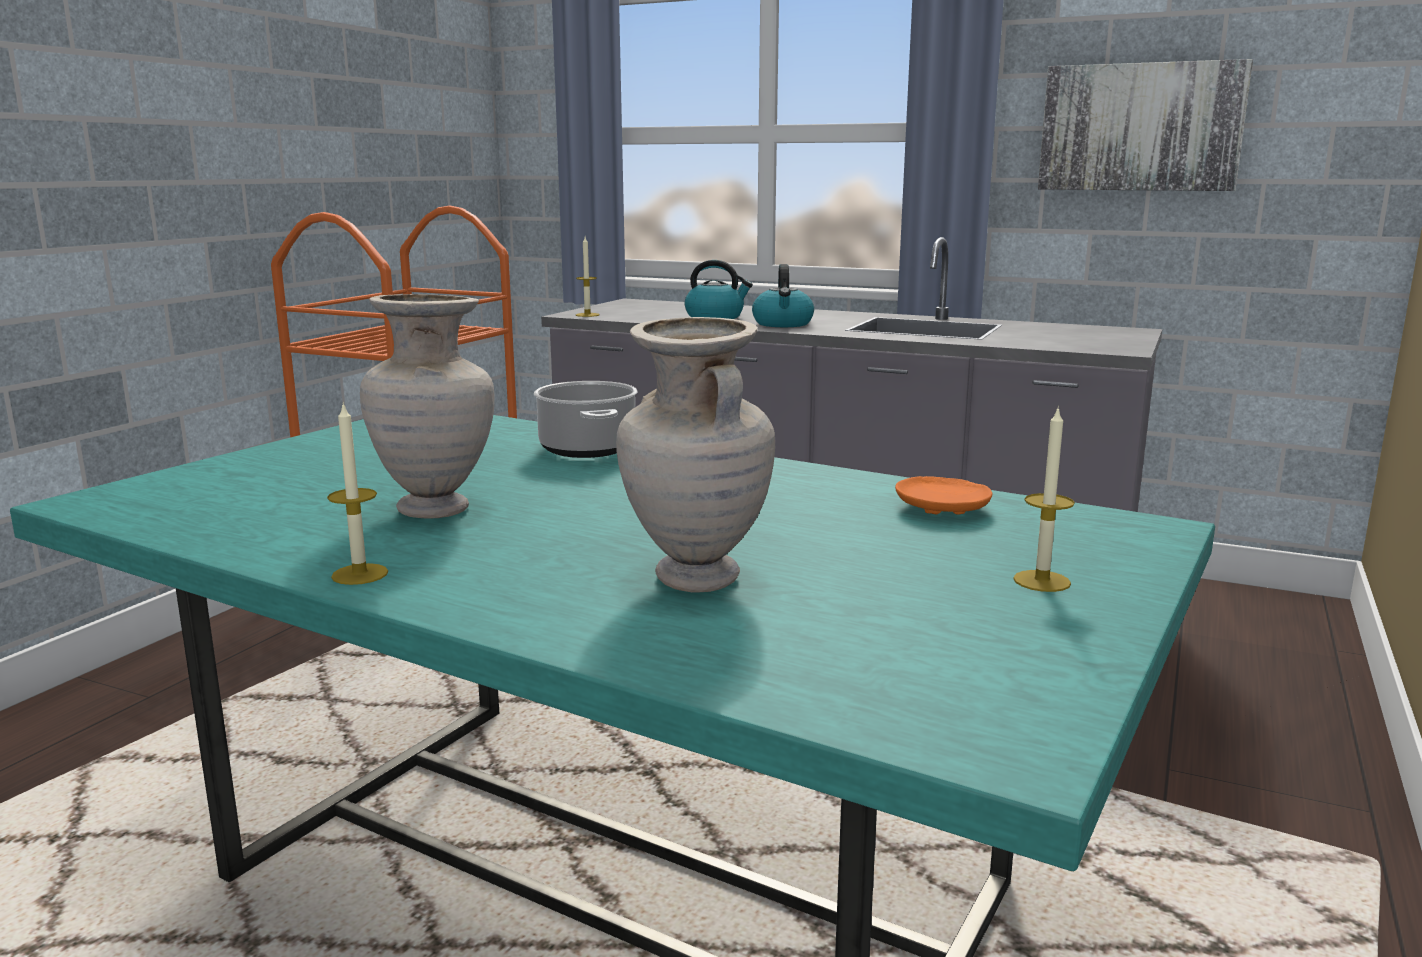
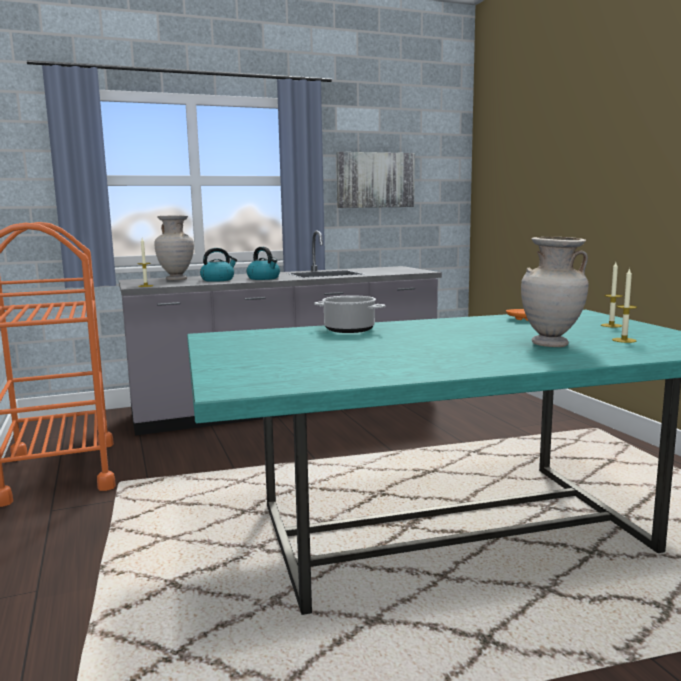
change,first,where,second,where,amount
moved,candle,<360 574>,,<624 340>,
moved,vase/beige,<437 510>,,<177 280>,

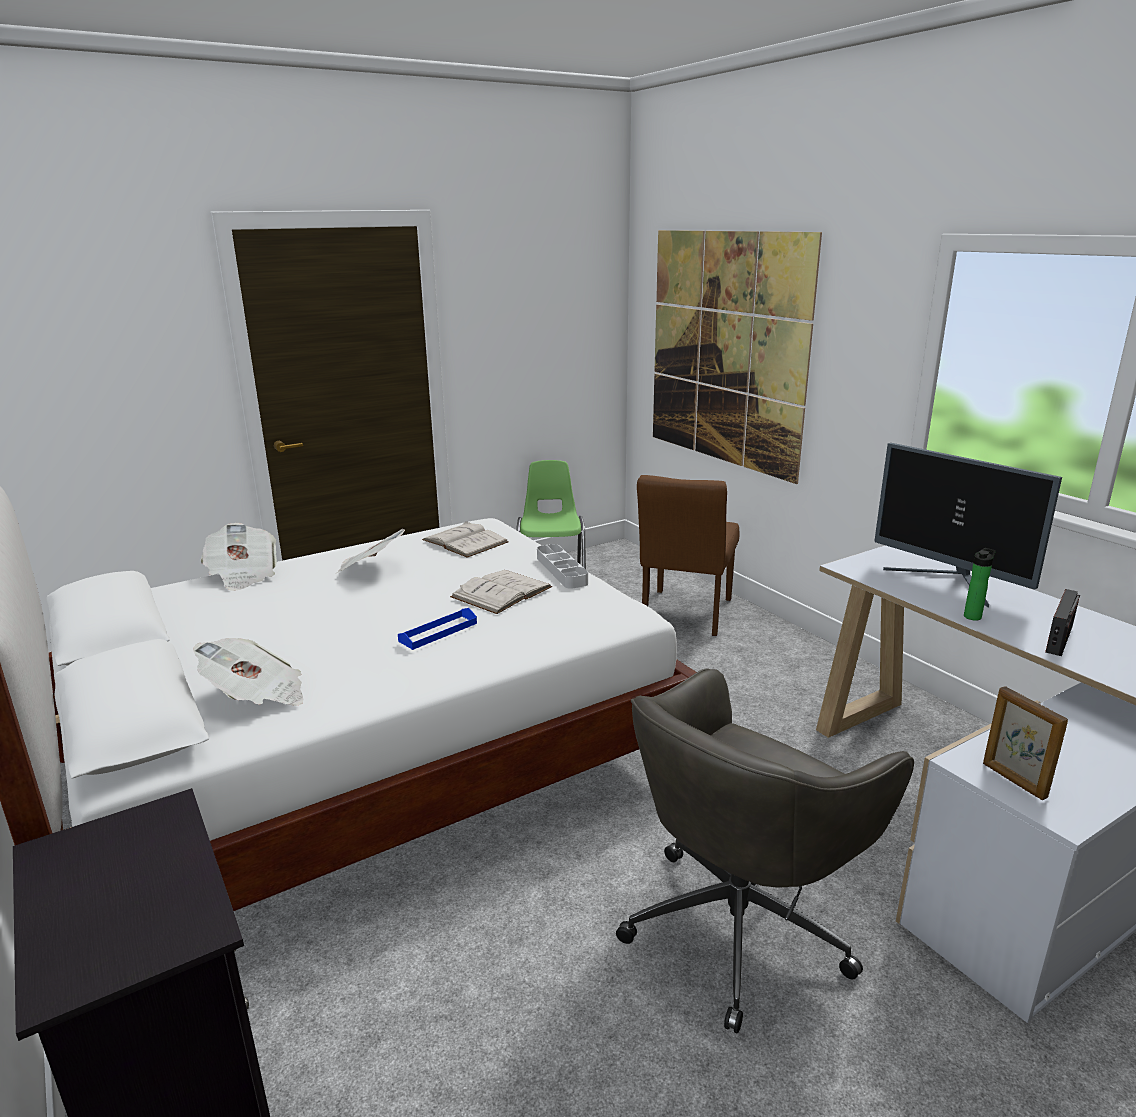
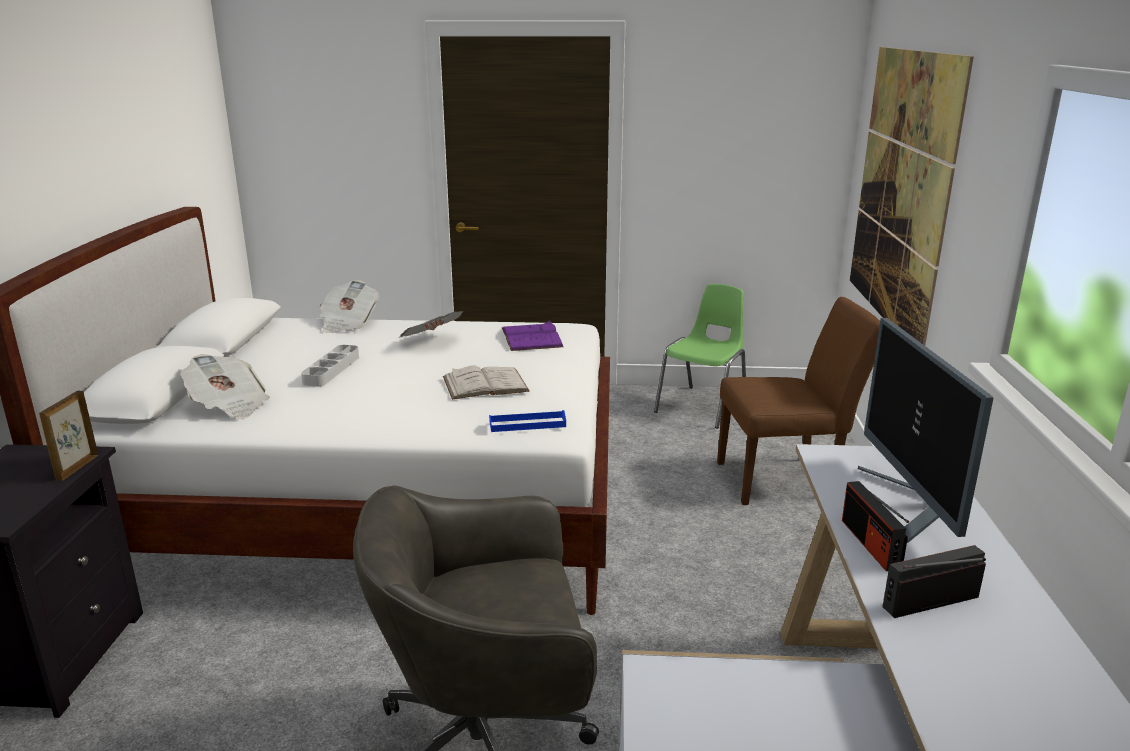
change,first,where,second,where,amount
moved,carrying tray/blue-coloured,<438 632>,,<527 424>,
moved,carrying tray/gray,<561 570>,,<331 370>,
moved,picture frame,<1013 781>,,<76 467>,
replaced,drink bottle,<973 616>,radio set,<870 544>,
recoloured,bound book/whitish,<465 541>,bound book/purple-coloured,<531 337>,
turned,upright chair/brown,<684 616>,,<787 480>,150 degrees counterclockwise

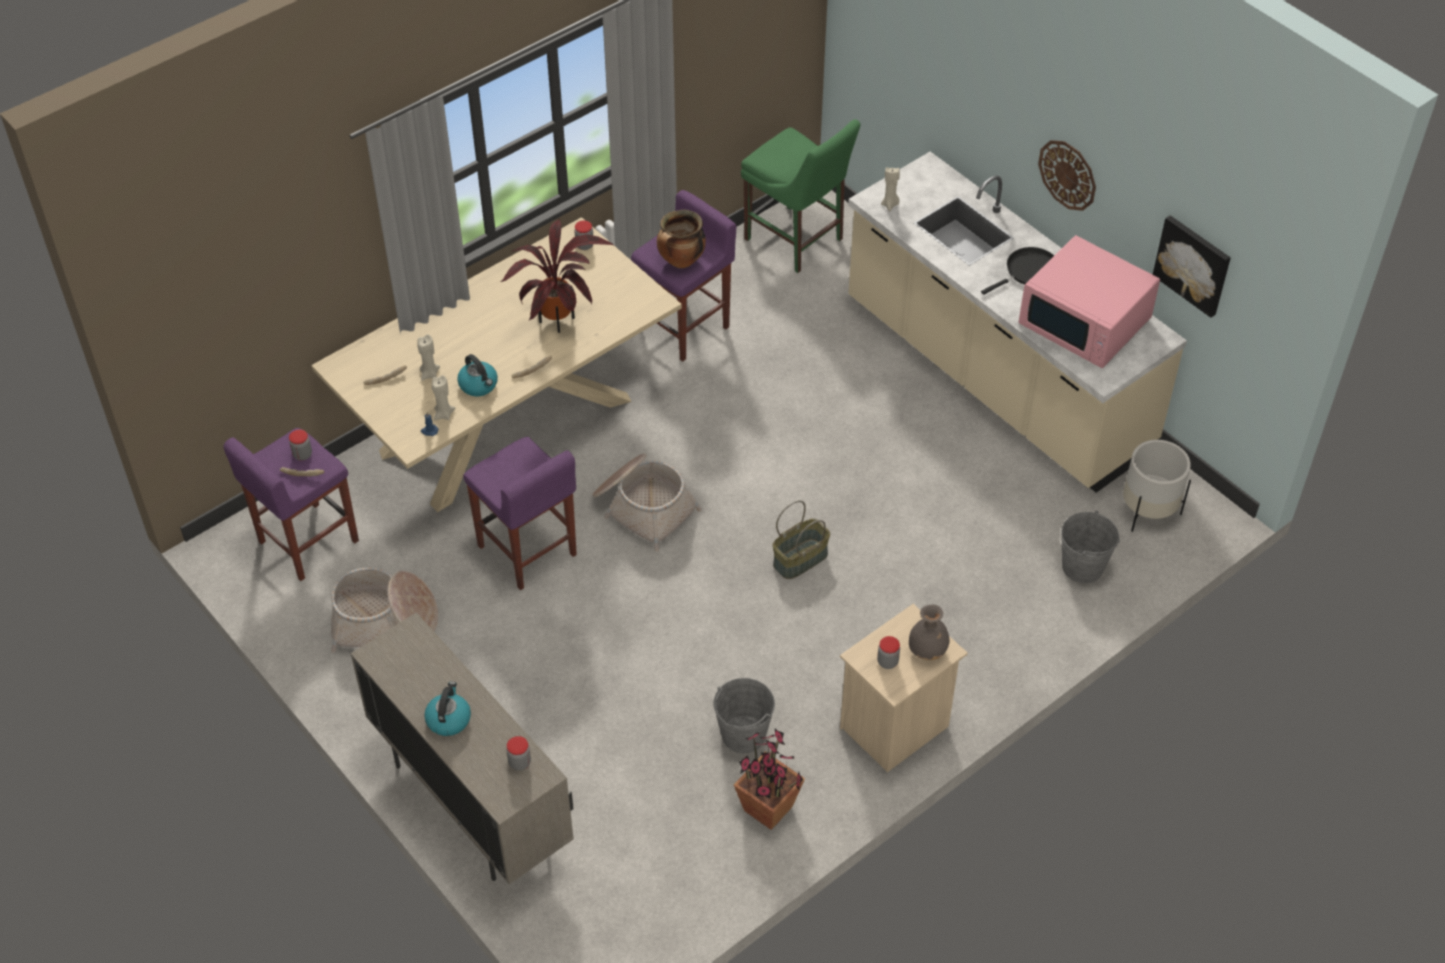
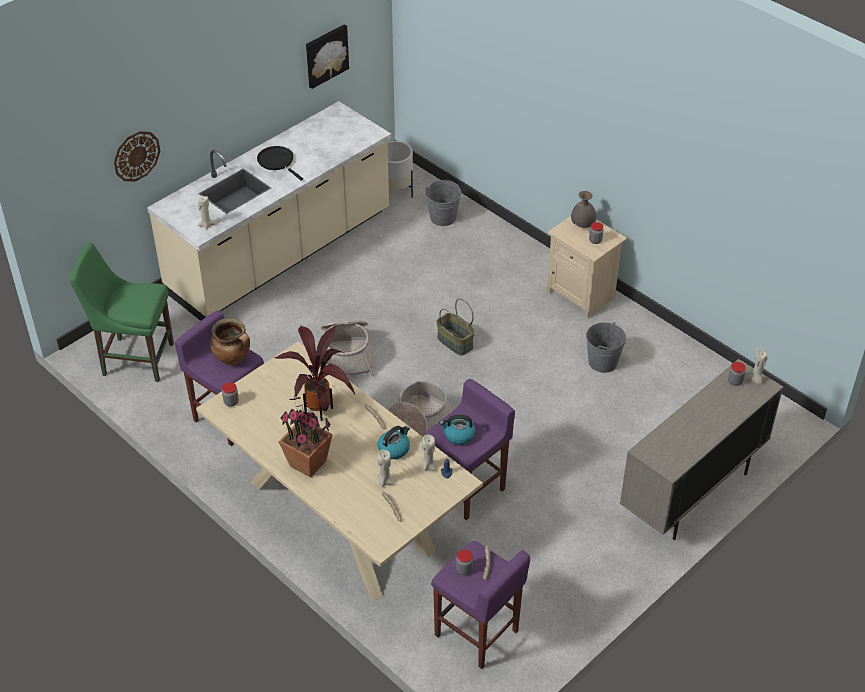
change,first,where,second,where,amount
removed,microwave/pinkish,<1085 322>,,,
added,,,candle/beige,<756 380>,
moved,basket,<384 622>,,<347 354>,
moved,tea kettle,<448 719>,,<458 435>,
moved,potted plant,<768 809>,,<308 463>,
moved,clock on the wall,<1068 174>,,<136 156>,
turned,upright chair/greenish,<797 241>,,<134 358>,120 degrees counterclockwise

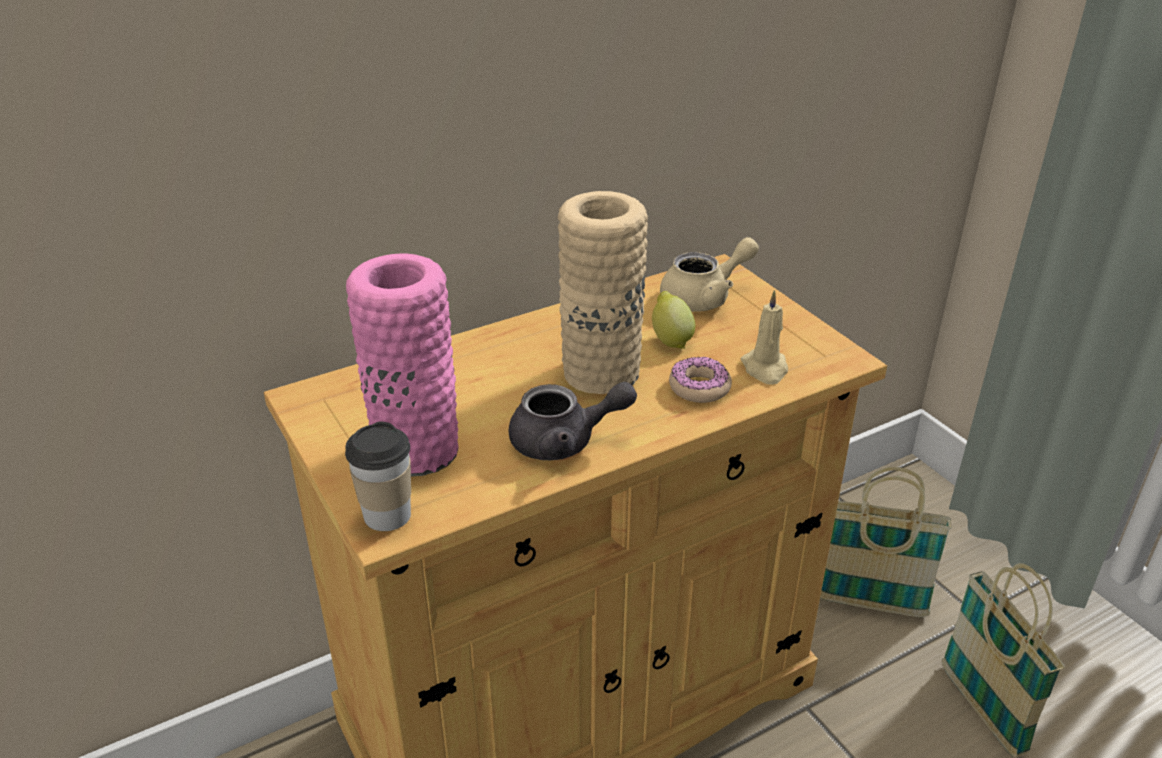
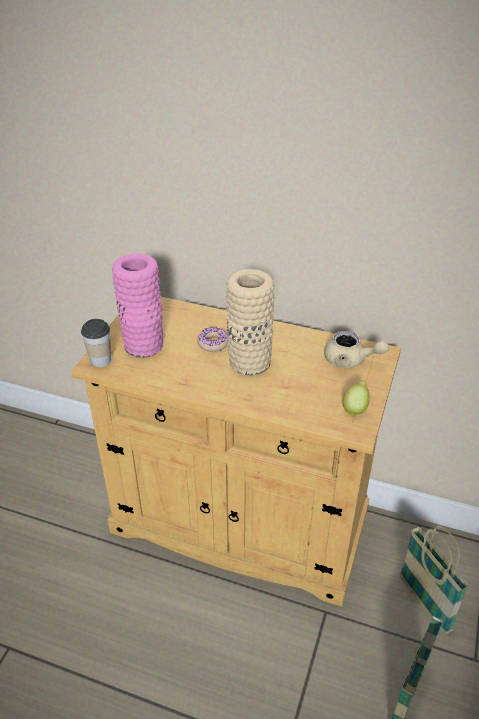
change,first,where,second,where,amount
removed,pot for tea/gray,<565 441>,,,
removed,candle/beige,<765 369>,,,
moved,lemon,<670 340>,,<355 409>,
moved,donut,<699 387>,,<213 343>,

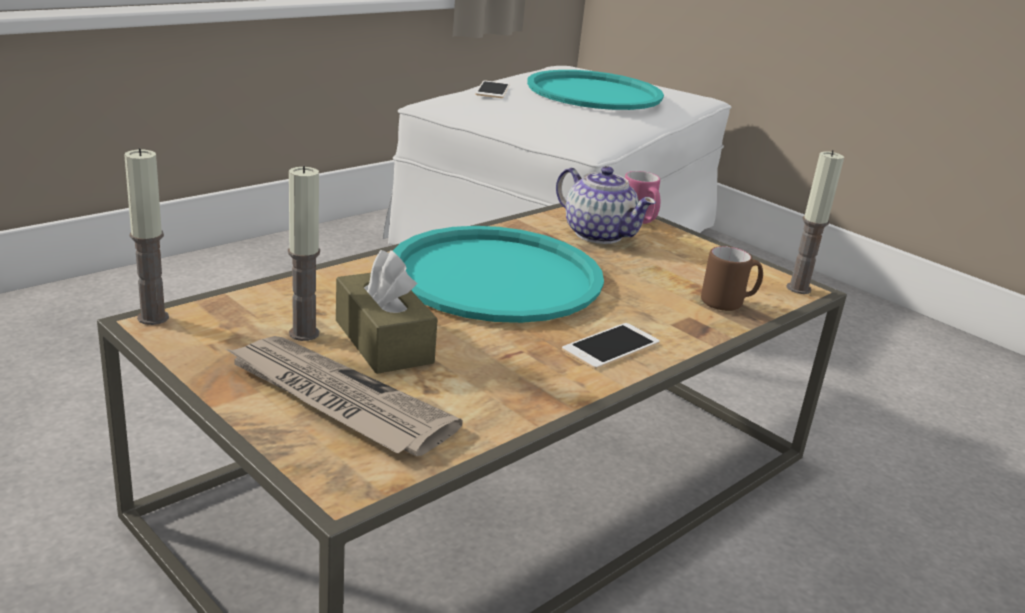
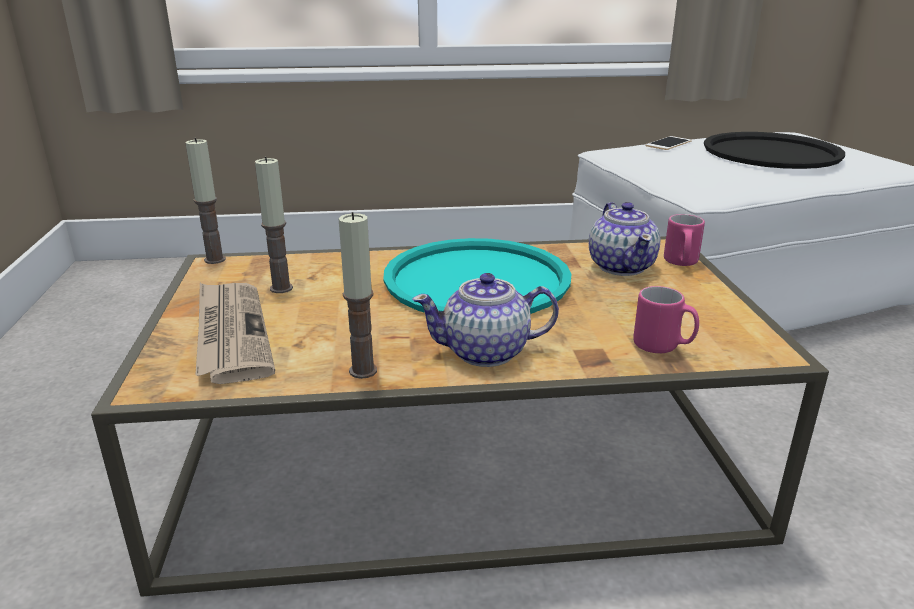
change,first,where,second,where,amount
removed,box of tissues/brown,<383 341>,,,
moved,candle,<798 288>,,<363 371>,
replaced,phone,<611 346>,pot for tea,<486 352>,
recoloured,carrying tray/turquoise,<594 92>,carrying tray/black-coloured,<771 152>,
recoloured,mug/brown,<728 303>,mug/pinkish,<663 347>,

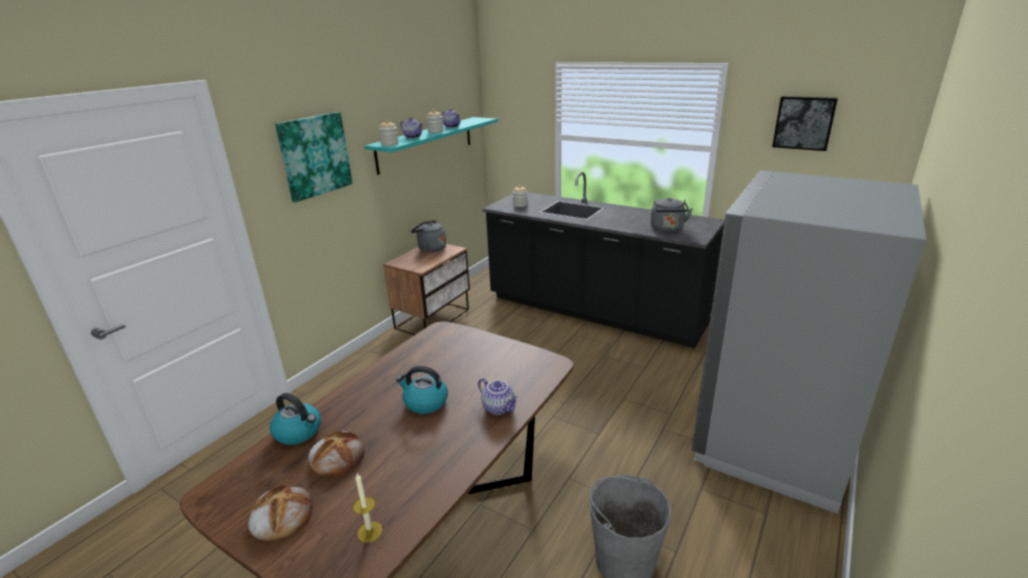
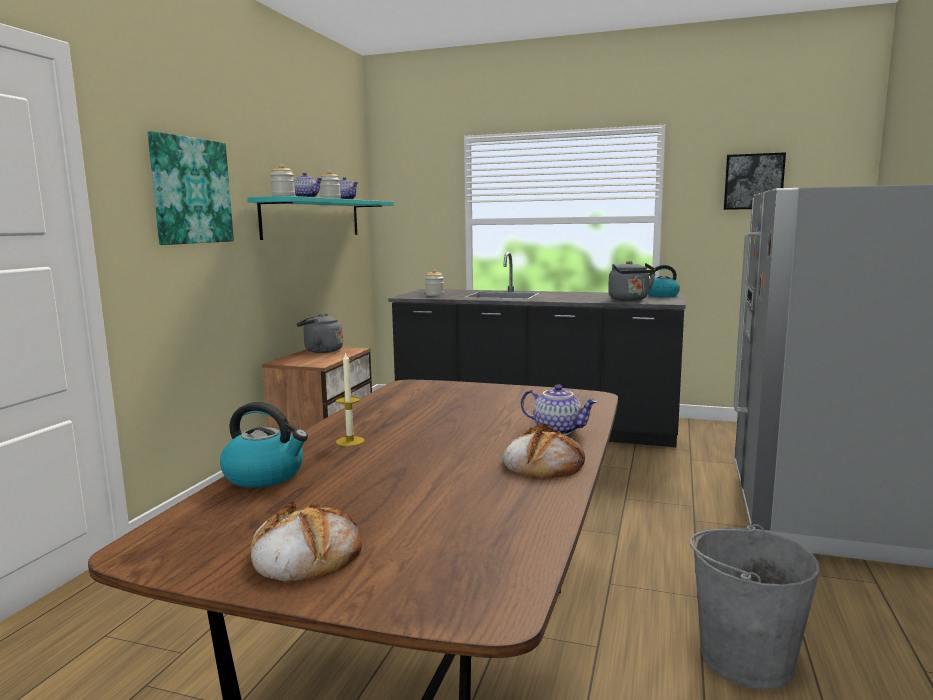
change,first,where,second,where,amount
moved,baked bread,<337 456>,,<543 462>,
moved,candle,<370 532>,,<350 441>,
moved,tea kettle,<425 402>,,<661 295>,

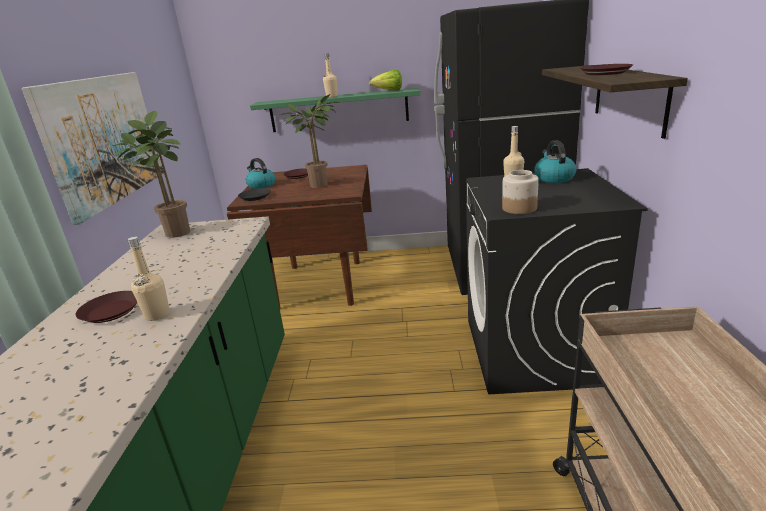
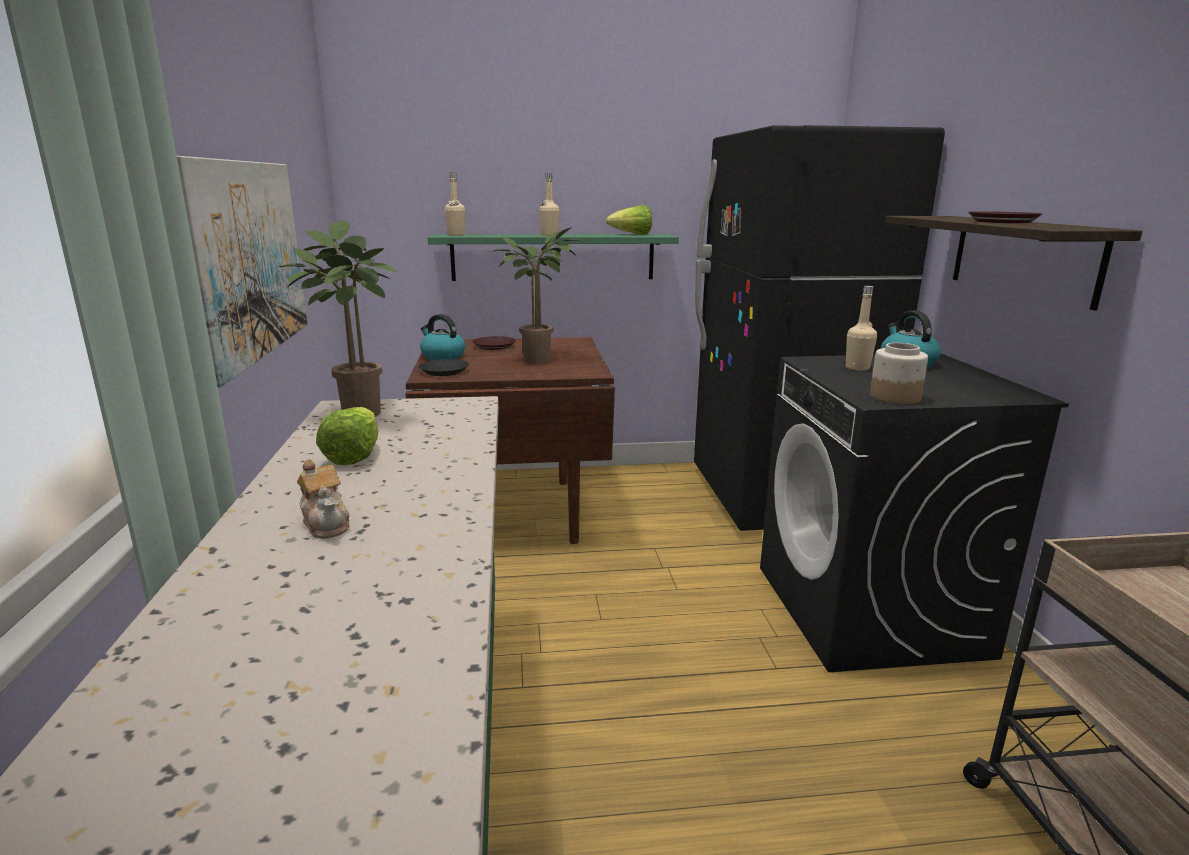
change,first,where,second,where,amount
added,,,lettuce,<354 456>,
moved,drink bottle/beige,<157 315>,,<456 235>,
replaced,plate/brown,<111 311>,pot for tea,<327 523>,

